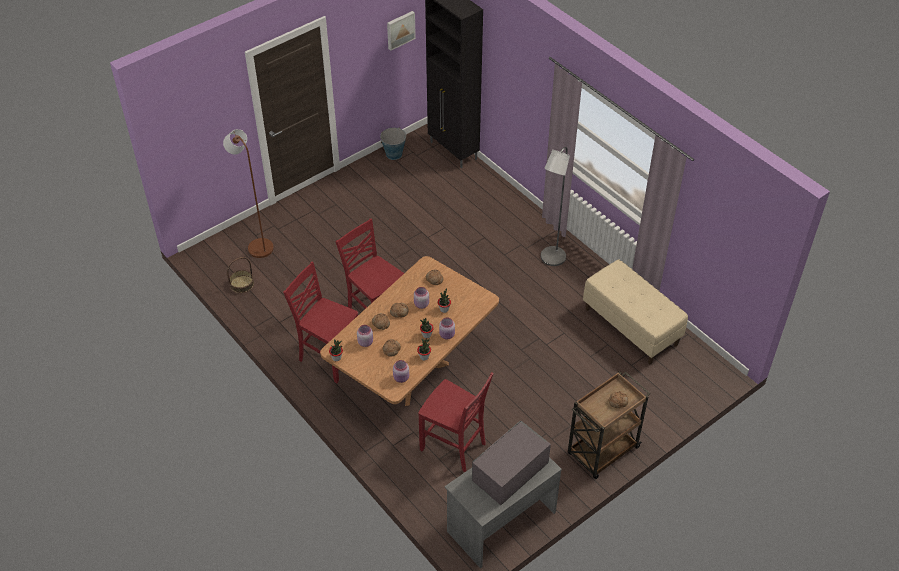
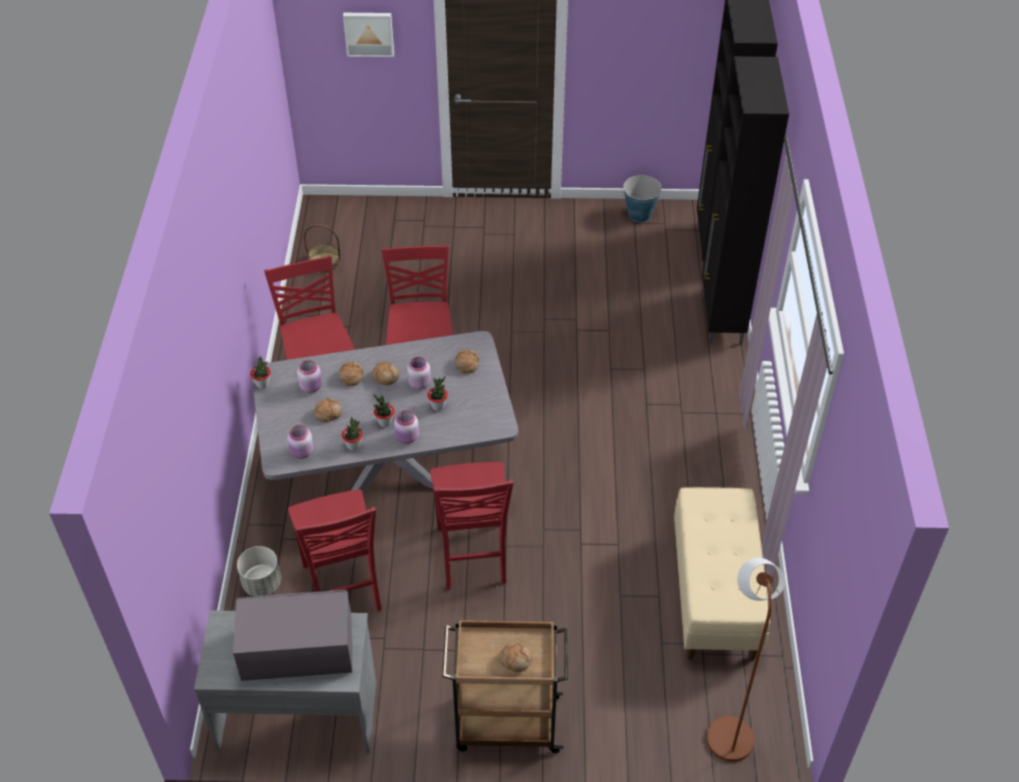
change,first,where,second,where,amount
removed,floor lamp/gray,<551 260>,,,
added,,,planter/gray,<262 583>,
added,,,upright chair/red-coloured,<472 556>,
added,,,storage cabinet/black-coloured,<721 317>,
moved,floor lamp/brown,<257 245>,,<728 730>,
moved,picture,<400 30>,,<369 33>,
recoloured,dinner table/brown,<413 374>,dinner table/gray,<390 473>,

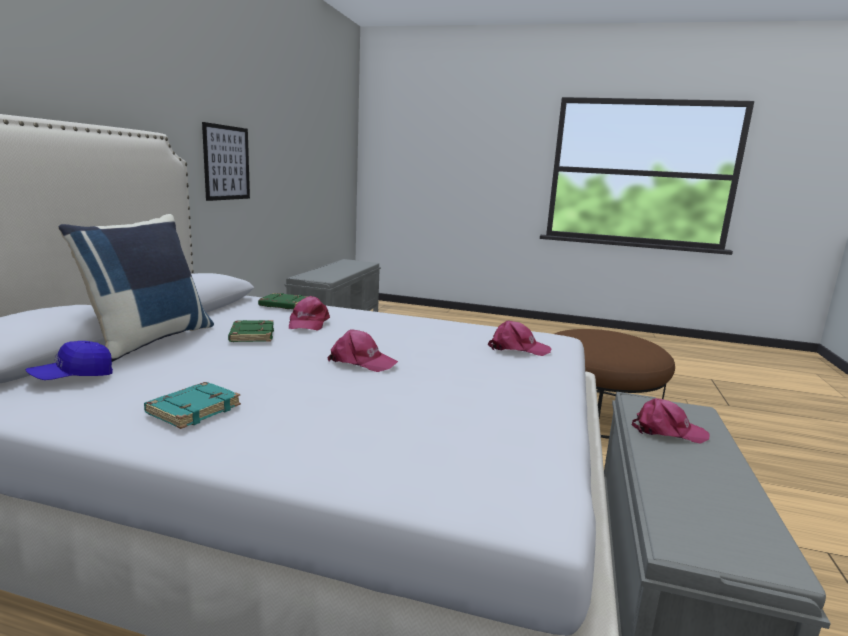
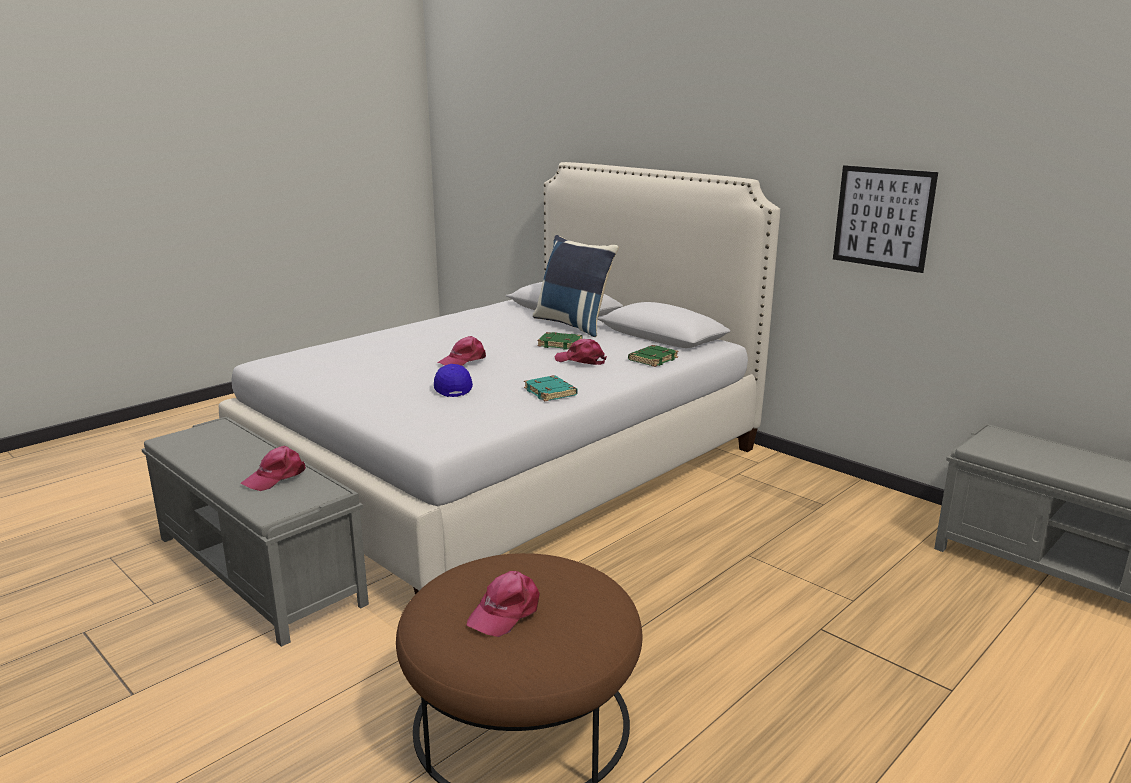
change,first,where,second,where,amount
moved,baseball cap/blue-coloured,<73 377>,,<452 388>,
moved,bound book/turquoise,<193 409>,,<551 392>,
moved,baseball cap/pinkish,<517 348>,,<505 612>,

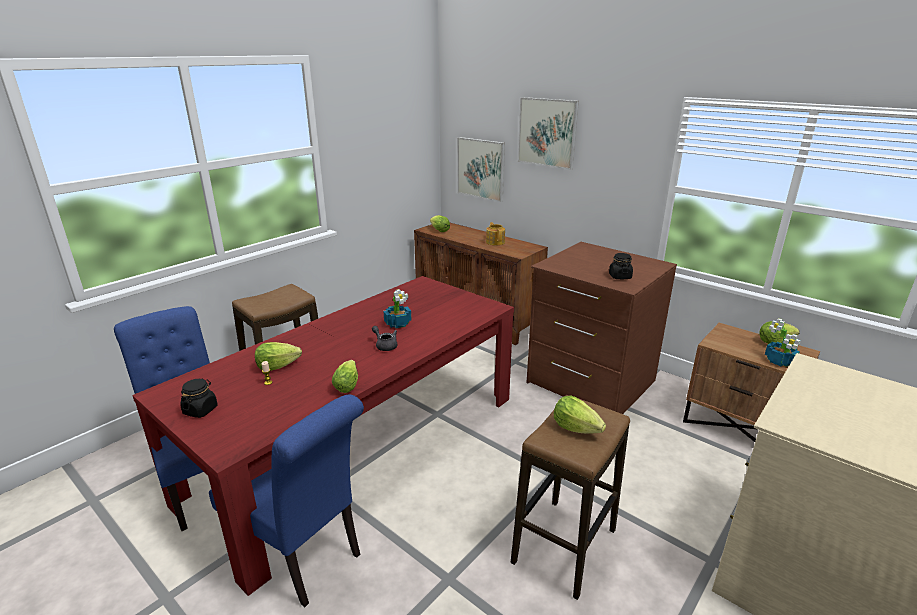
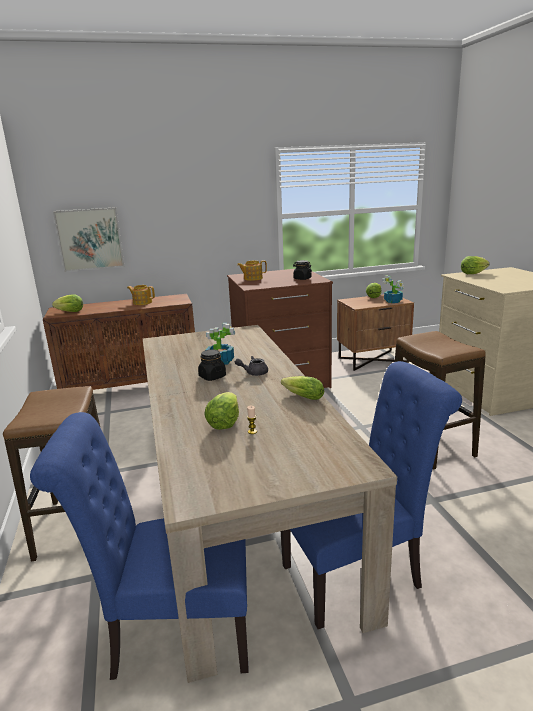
change,first,where,second,where,amount
removed,picture,<547 132>,,,
added,,,pot for tea,<252 278>,
moved,preserve jar/black-coloured,<200 410>,,<212 377>,
moved,lettuce,<575 428>,,<472 273>,
recoloured,dinner table/red-coloured,<360 446>,dinner table/beige,<238 500>,

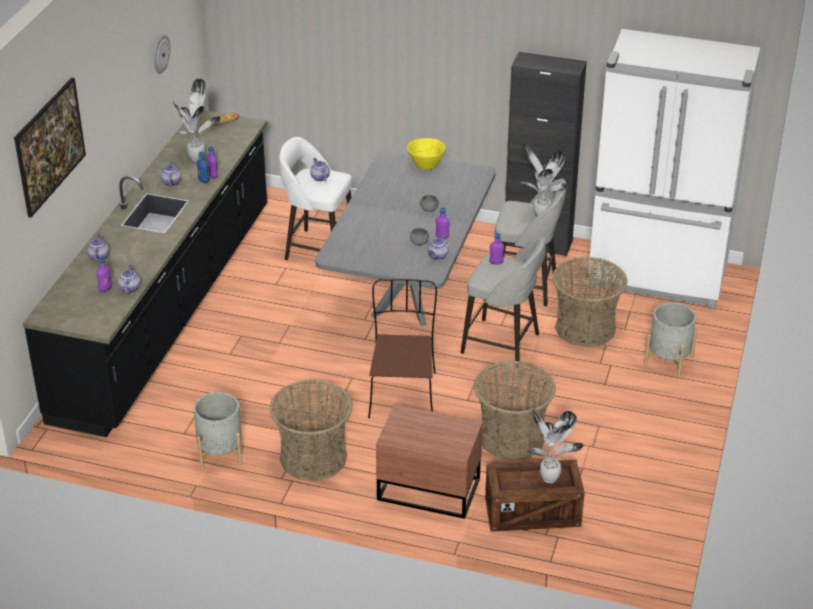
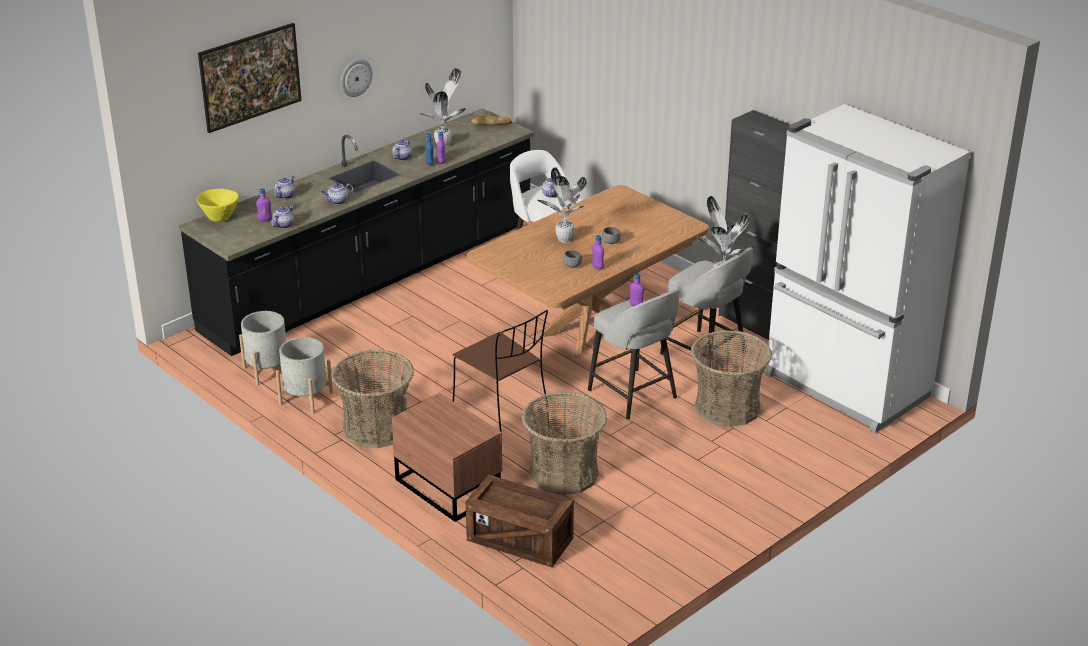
change,first,where,second,where,amount
moved,clock on the wall,<160 53>,,<355 77>,
moved,serving bowl/yellow,<426 165>,,<220 218>,
moved,pot for tea,<438 256>,,<337 201>,
moved,potted plant,<550 479>,,<564 240>,
moved,planter/gray,<668 360>,,<267 371>,
recoloured,dinner table/gray,<409 296>,dinner table/brown,<588 330>,
turned,upright chair/brown,<402 394>,,<502 405>,105 degrees clockwise

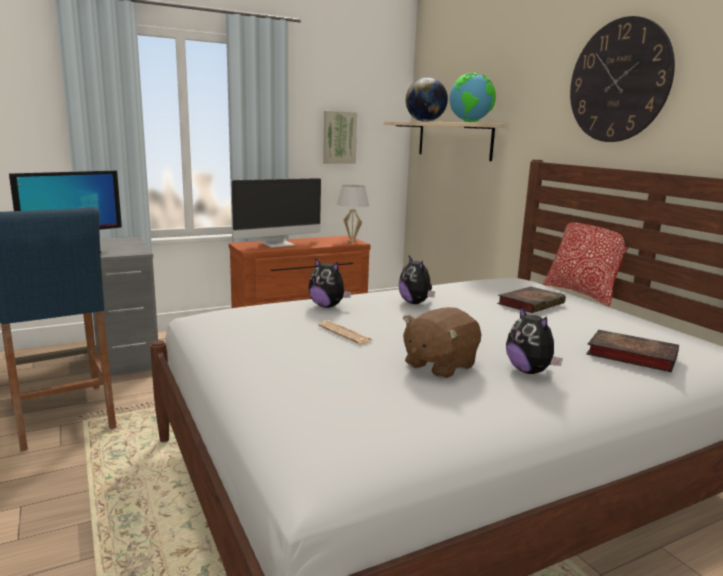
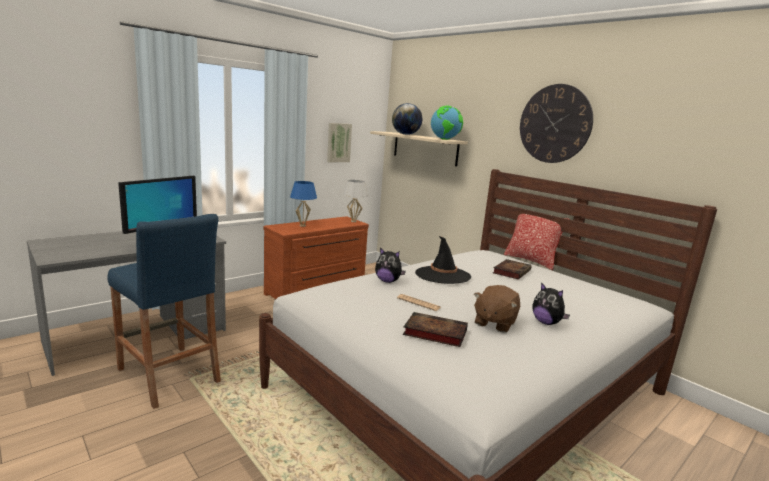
change,first,where,second,where,amount
moved,bound book,<629 355>,,<433 332>,
replaced,computer display,<278 244>,tabletop lamp/blue-coloured,<302 226>,
replaced,cuddly toy,<415 303>,clothing hat/black-coloured,<442 275>,

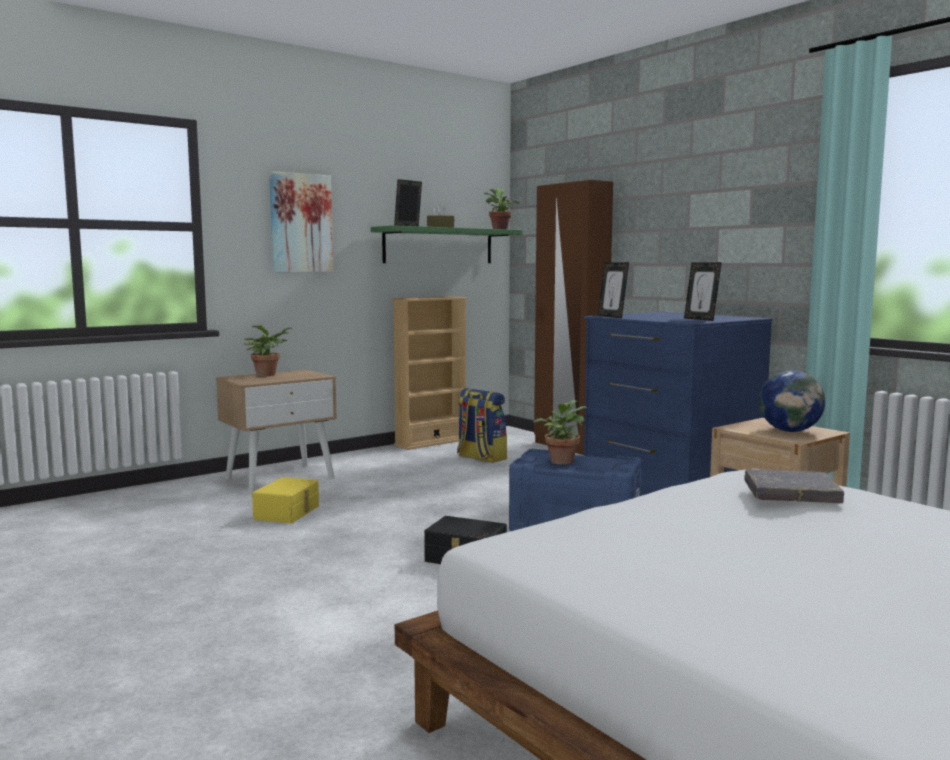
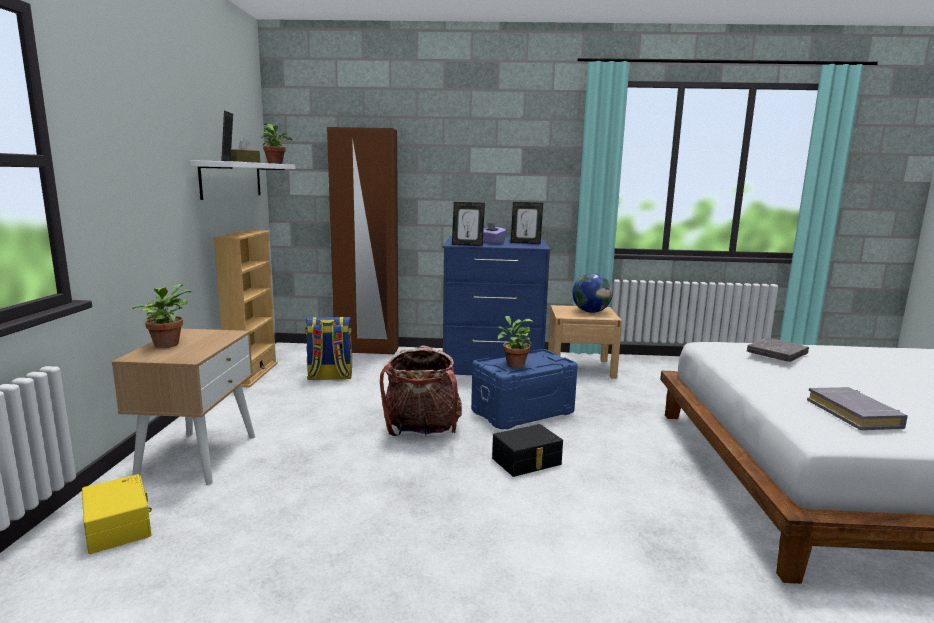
change,first,where,second,where,amount
removed,picture,<300 223>,,,
added,,,knapsack,<422 430>,
added,,,box of tissues/purple-coloured,<491 243>,
added,,,bound book/gray,<854 414>,
moved,storage container/yellow,<288 512>,,<120 525>,
recoloured,shelf/greenish,<438 246>,shelf/whitish,<232 180>,

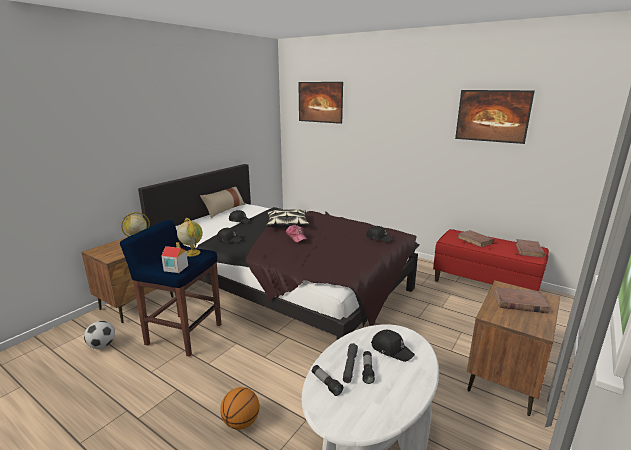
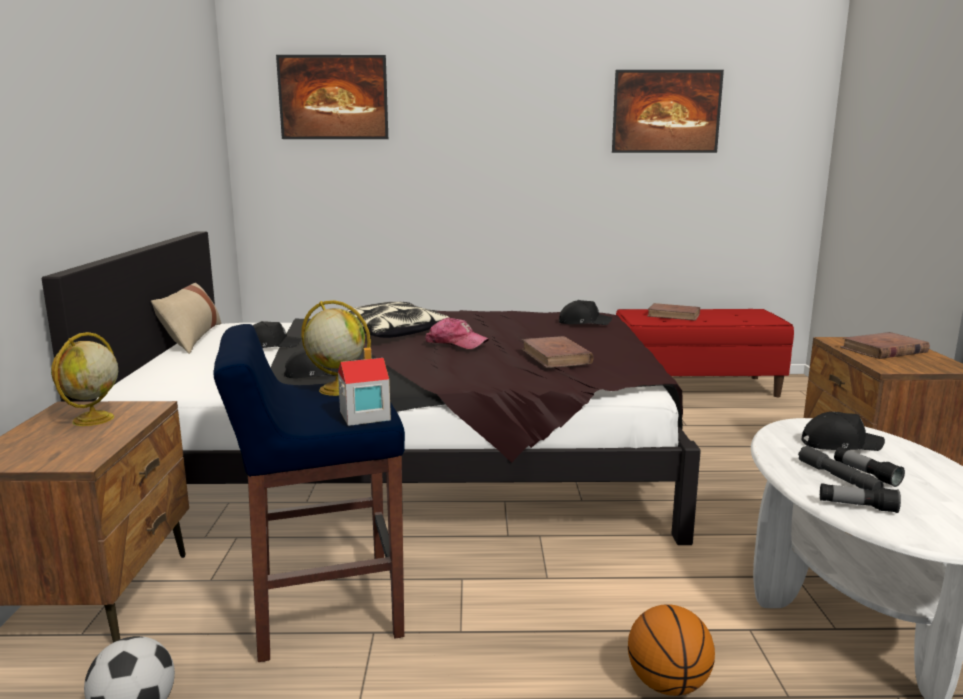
change,first,where,second,where,amount
moved,bound book/brown,<529 250>,,<556 357>,

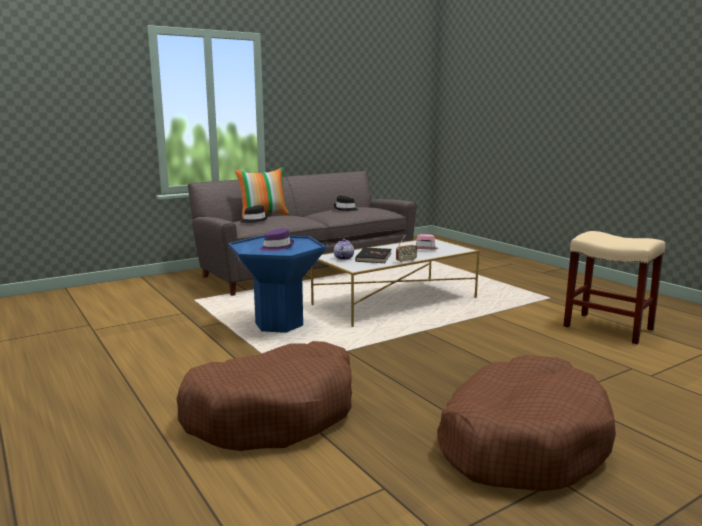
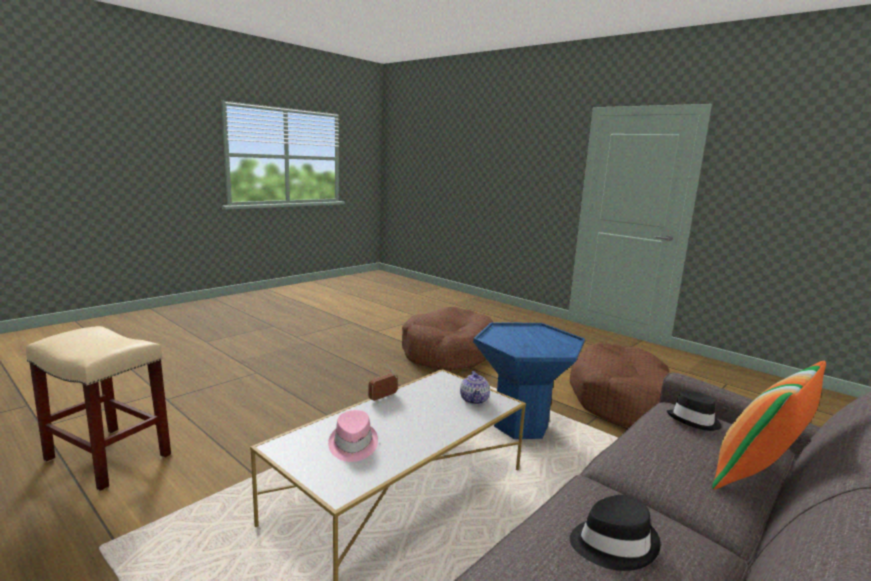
change,first,where,second,where,amount
removed,clothing hat/purple-coloured,<276 247>,,,
removed,bound book/black-coloured,<373 257>,,,
moved,dog bed/brown,<521 441>,,<623 401>,

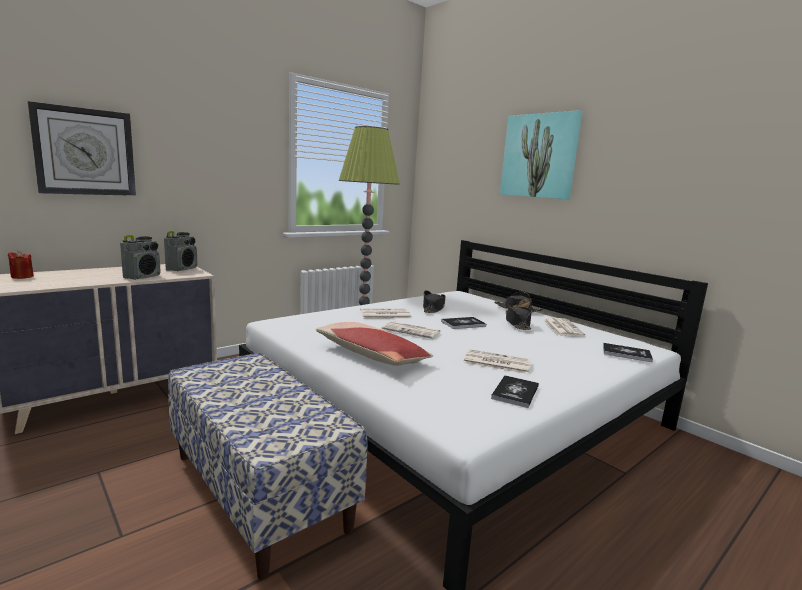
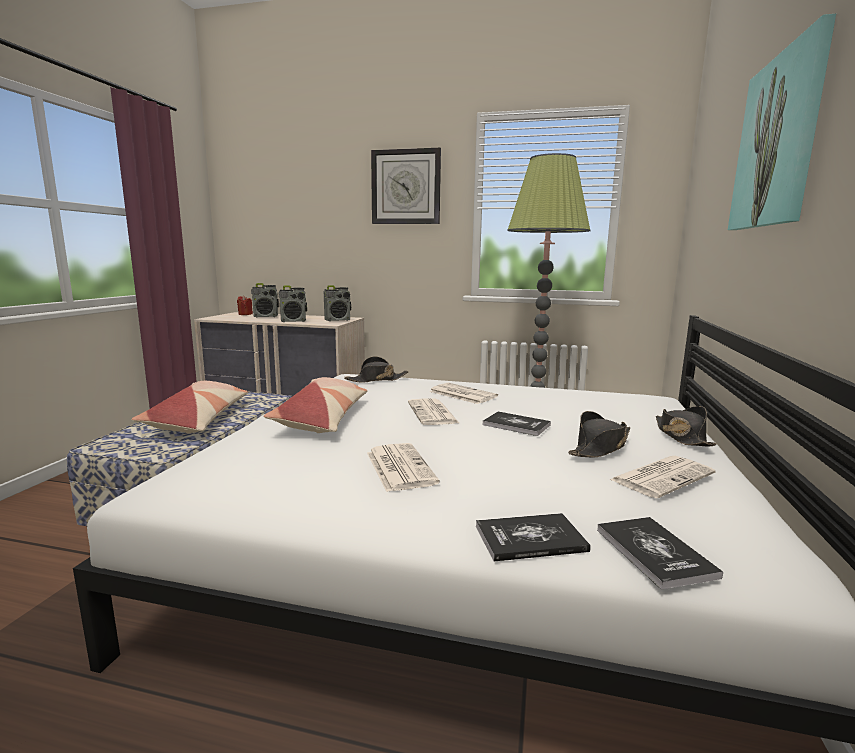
change,first,where,second,where,amount
added,,,cushion,<199 419>,
added,,,radio set,<266 316>,
moved,clock on the wall,<85 152>,,<406 187>,
moved,clothing hat/black-coloured,<433 308>,,<376 380>,
moved,bound book,<515 392>,,<530 539>,

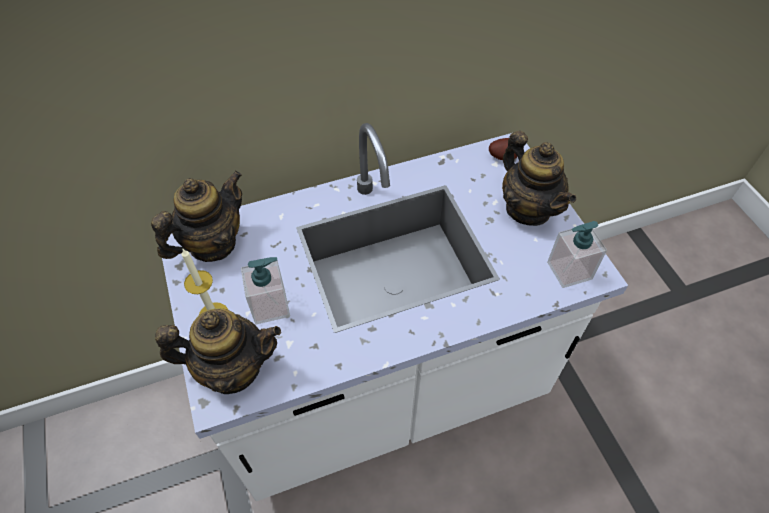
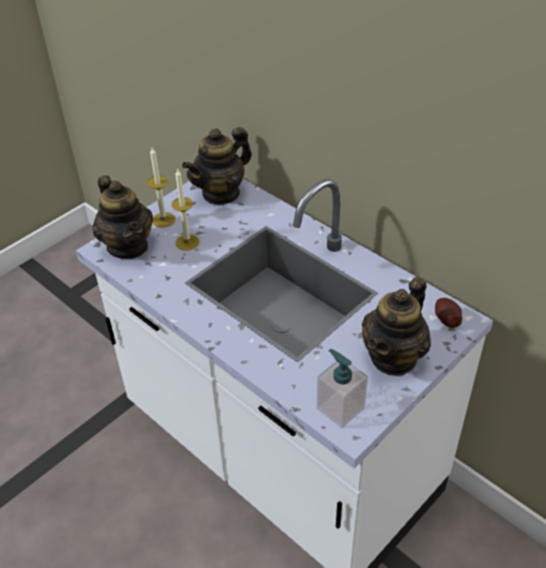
change,first,where,second,where,amount
replaced,soap dispenser,<270 306>,candle,<187 242>,
turned,pot for tea,<212 244>,,<221 193>,120 degrees clockwise

